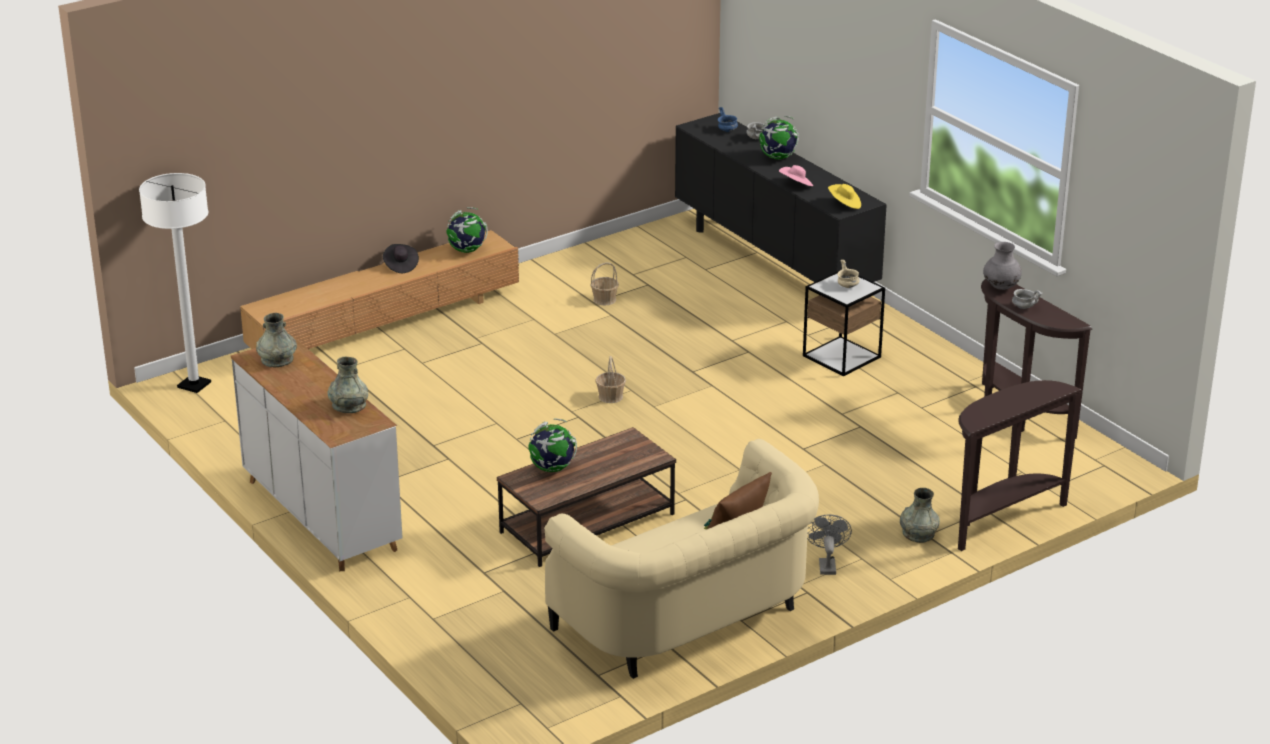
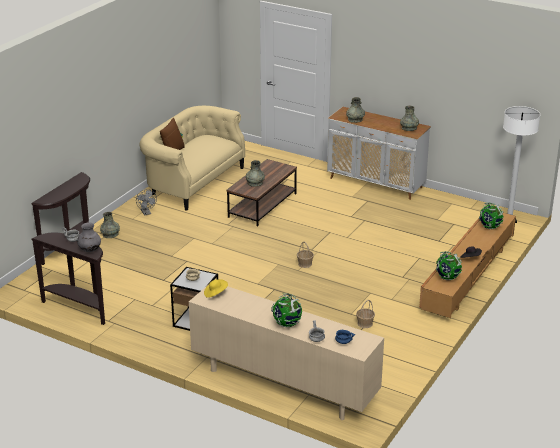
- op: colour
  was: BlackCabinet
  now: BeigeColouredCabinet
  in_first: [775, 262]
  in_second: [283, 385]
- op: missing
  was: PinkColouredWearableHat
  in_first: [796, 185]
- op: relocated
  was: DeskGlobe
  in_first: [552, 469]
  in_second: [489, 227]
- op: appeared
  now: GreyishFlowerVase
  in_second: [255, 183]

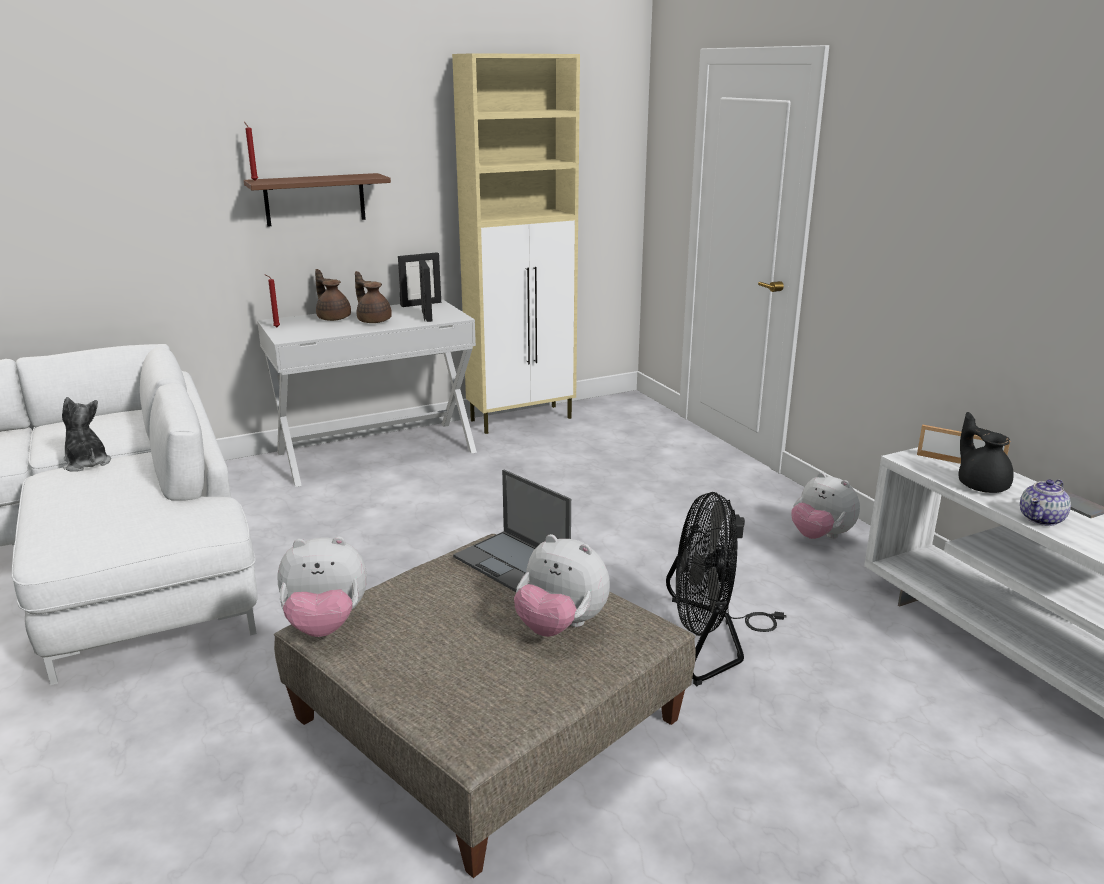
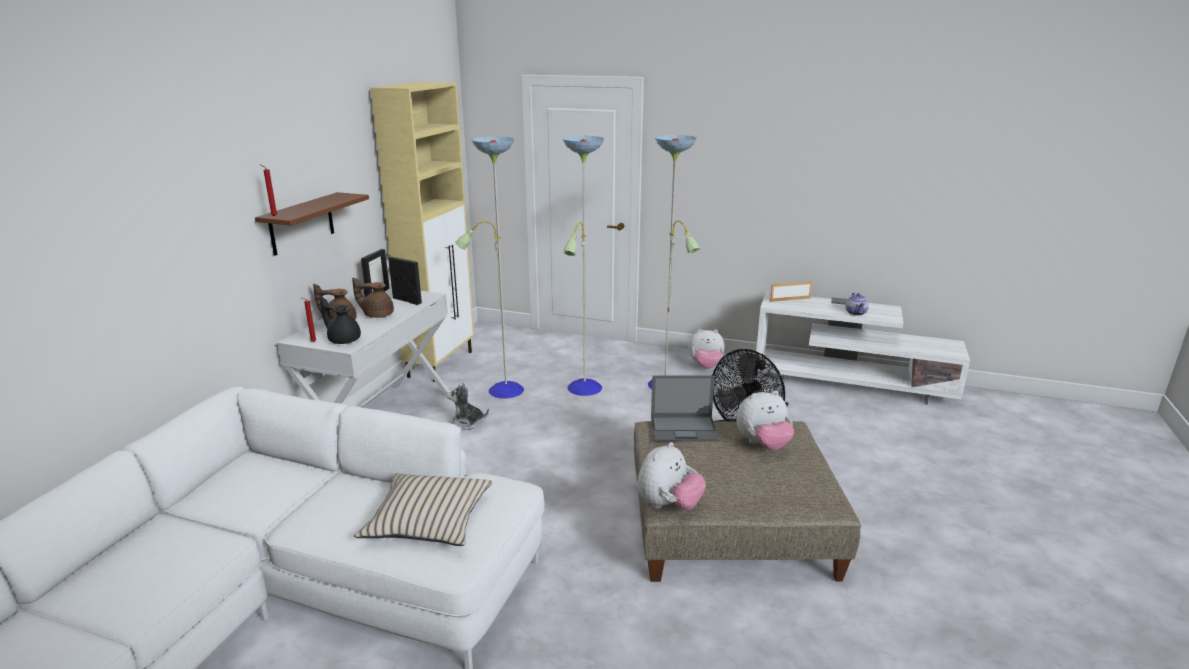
- op: relocated
  was: SoftToy
  in_first: [87, 463]
  in_second: [467, 423]
- op: relocated
  was: BlackTeapot
  in_first: [981, 485]
  in_second: [343, 340]
- op: appeared
  now: StandardLamp
  in_second: [584, 389]
- op: appeared
  now: BeigeColouredPillow
  in_second: [428, 520]

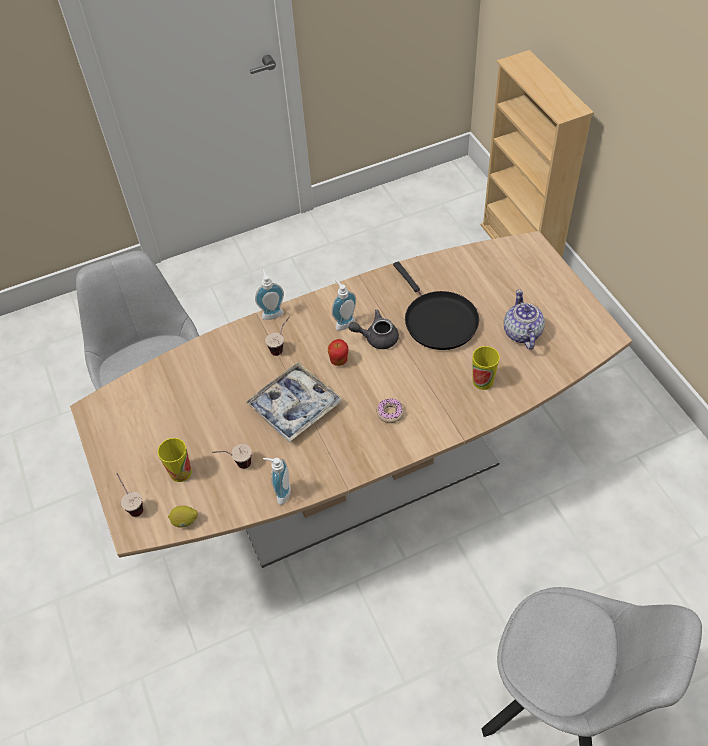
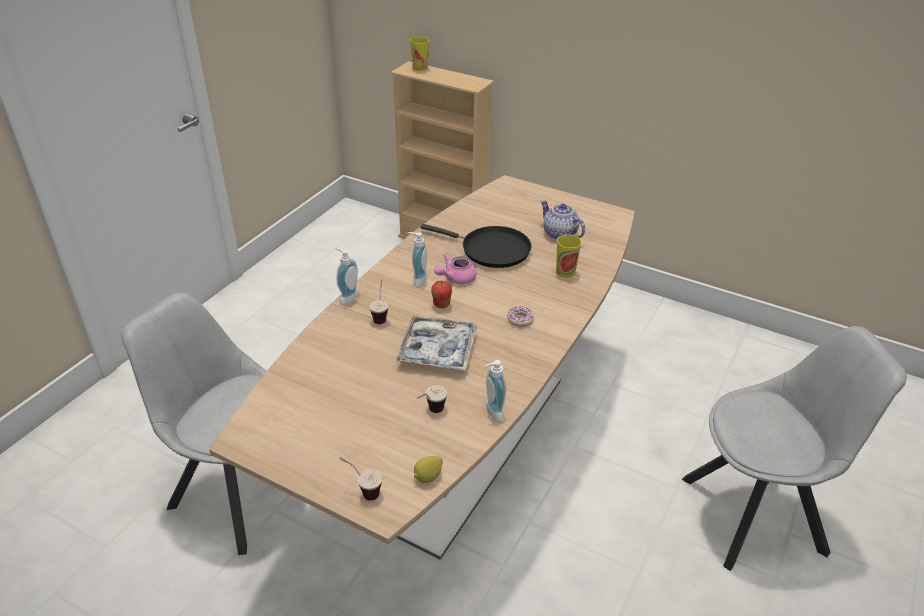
- op: colour
  was: GreyishTeapot
  now: PinkColouredTeapot
  in_first: [376, 338]
  in_second: [455, 278]
- op: relocated
  was: DrinkingCup
  in_first: [180, 472]
  in_second: [420, 68]

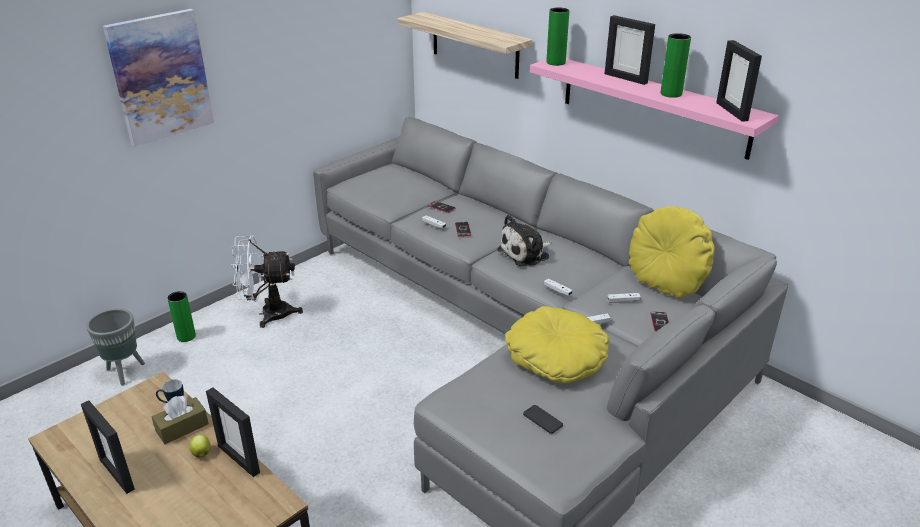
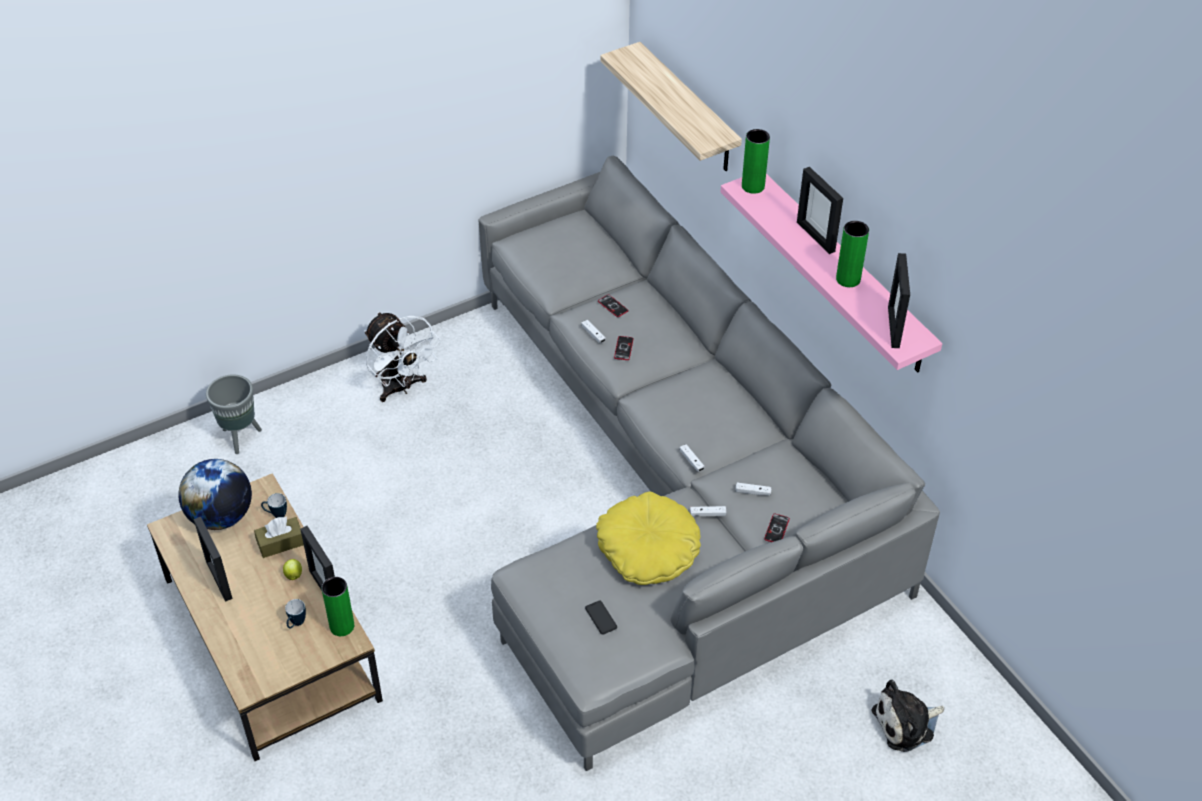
- op: missing
  was: Picture
  in_first: [160, 77]
- op: missing
  was: YellowishPillow
  in_first: [665, 285]
- op: relocated
  was: SoftToy
  in_first: [526, 253]
  in_second: [906, 723]
- op: spun
  was: WhitishFan
  in_first: [268, 314]
  in_second: [401, 388]
  clockwise: -135
- op: relocated
  was: GreenColouredFlowerVase
  in_first: [186, 336]
  in_second: [342, 626]
- op: appeared
  now: DeskGlobe
  in_second: [221, 516]
- op: appeared
  now: TeaMug
  in_second: [296, 624]

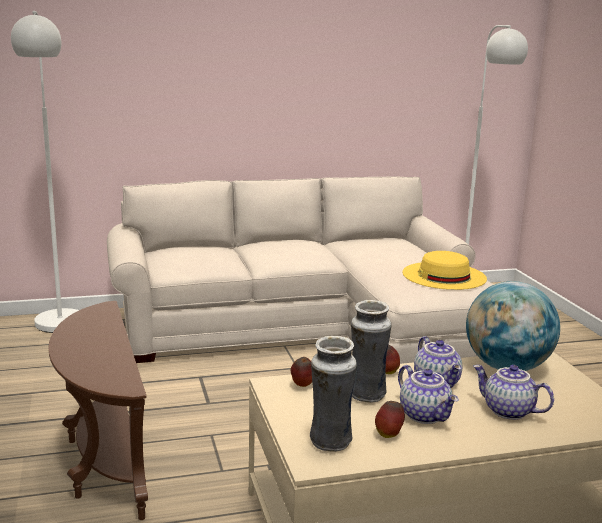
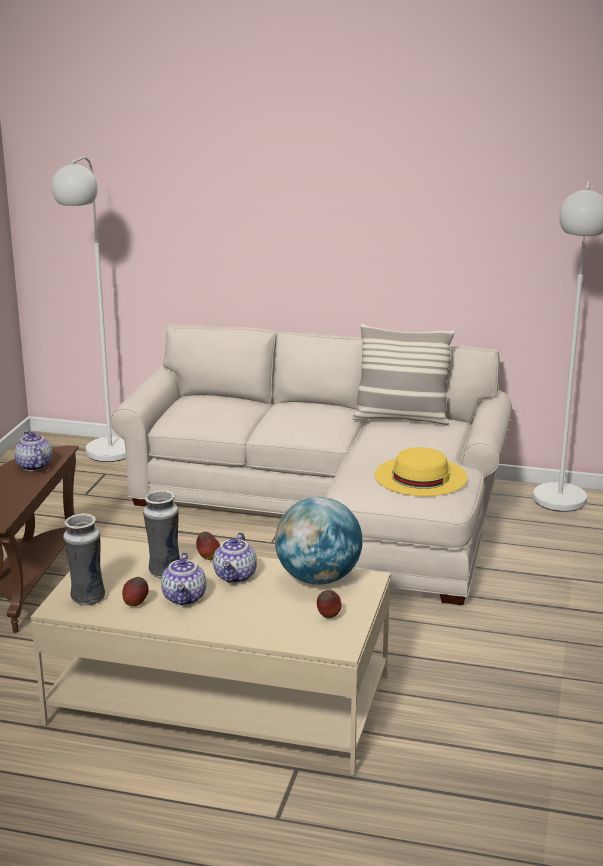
- op: relocated
  was: AppleFruit
  in_first: [302, 386]
  in_second: [328, 617]
- op: relocated
  was: Teapot
  in_first: [507, 411]
  in_second: [33, 466]
- op: appeared
  now: Pillow
  in_second: [401, 418]

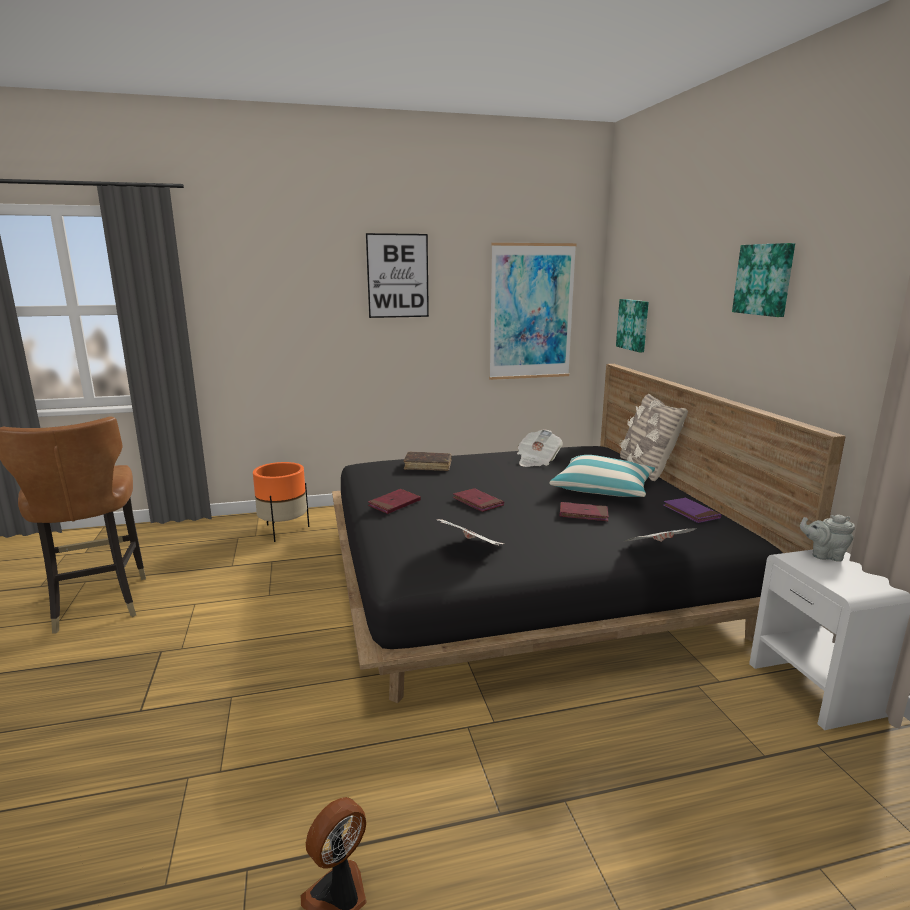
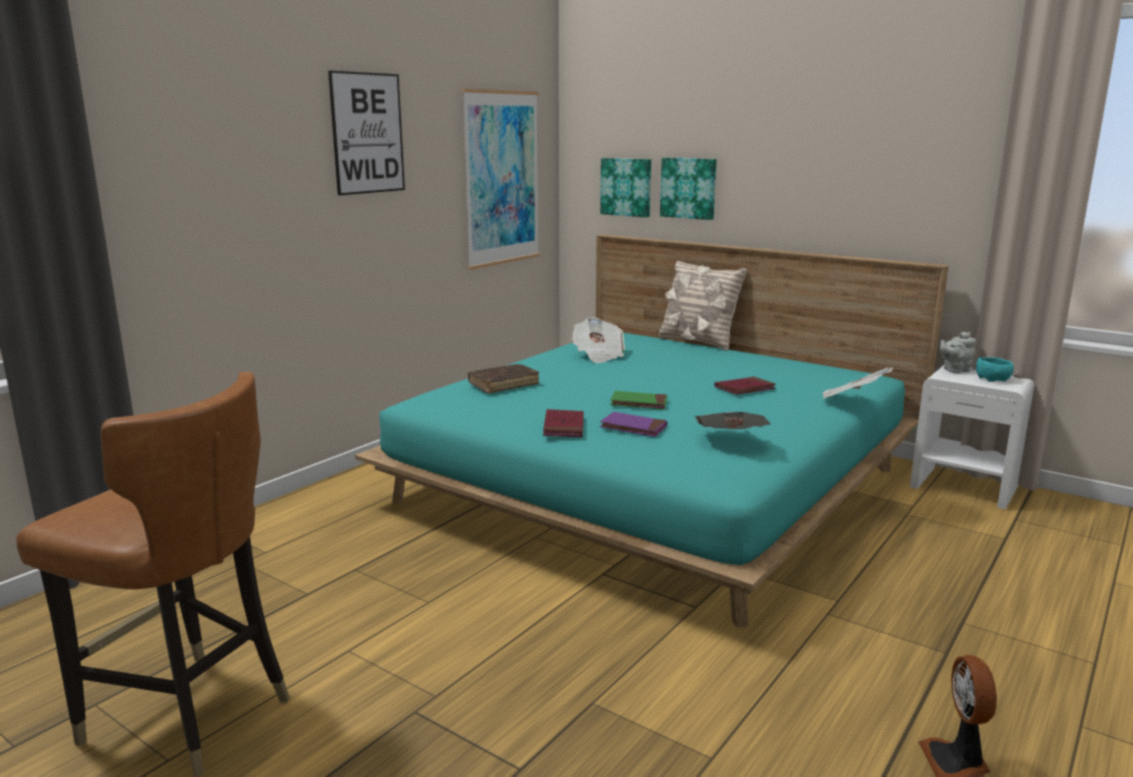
- op: relocated
  was: Picture
  in_first: [764, 279]
  in_second: [689, 188]
- op: colour
  was: BlackBed
  now: BlueGreenBed
  in_first: [523, 575]
  in_second: [653, 484]
- op: missing
  was: Pillow
  in_first: [603, 489]
- op: missing
  was: OrangePlantPot
  in_first: [284, 531]
- op: colour
  was: RedColouredBoundBook
  now: GreenColouredBoundBook
  in_first: [478, 502]
  in_second: [639, 403]
- op: relocated
  was: PurpleBoundBook
  in_first: [691, 512]
  in_second: [633, 427]
- op: appeared
  now: BlueGreenBowl
  in_second: [993, 378]

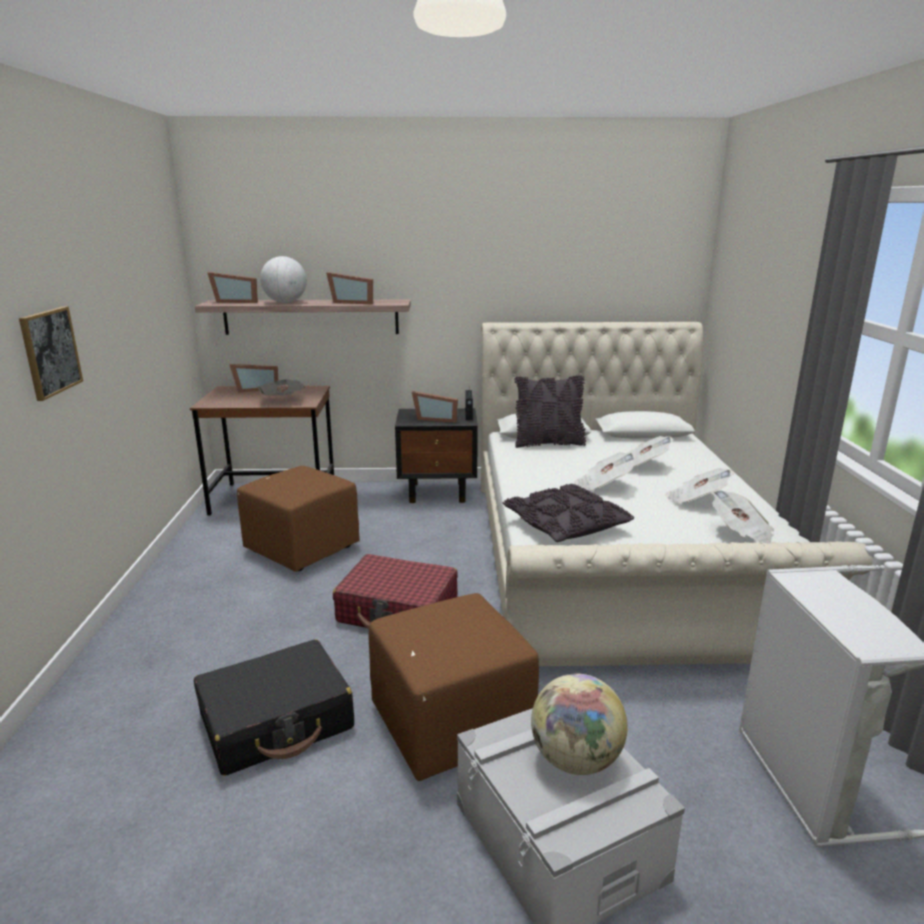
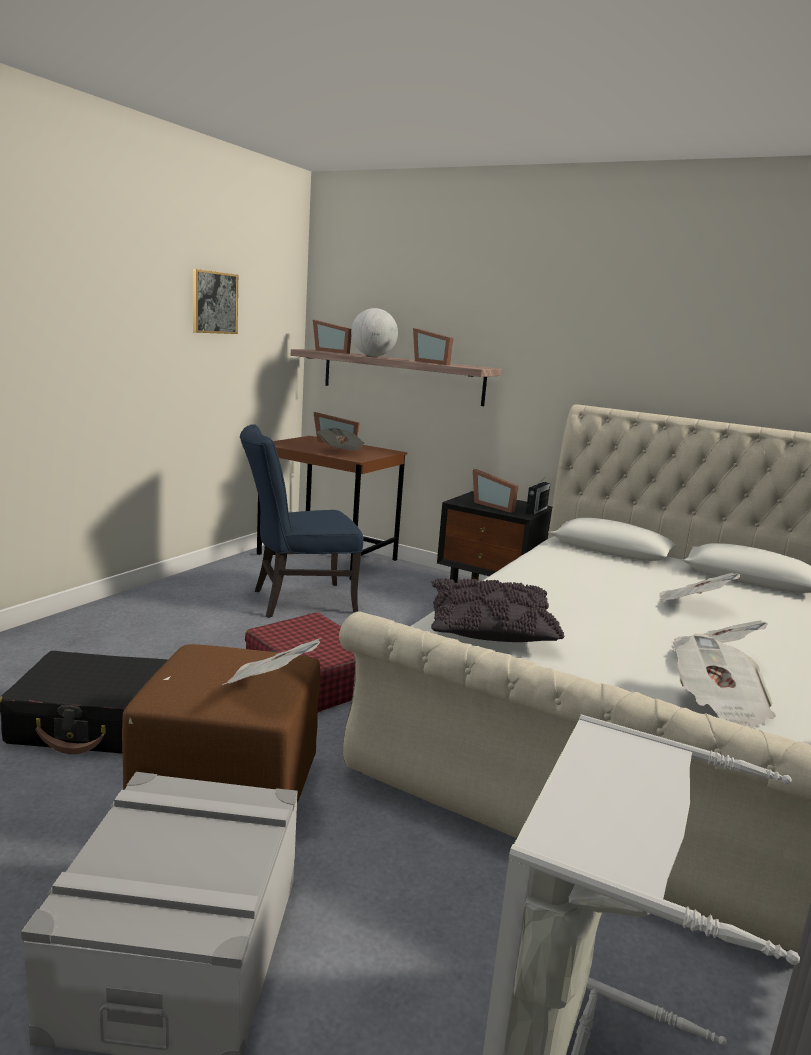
- op: relocated
  was: Picture
  in_first: [50, 352]
  in_second: [214, 302]
- op: missing
  was: BlackPillow
  in_first: [548, 443]
- op: relocated
  was: Newspaper
  in_first: [603, 485]
  in_second: [271, 685]
- op: exchanged
  was: BrownishPouffe
  now: BlueColouredUprightChair
  in_first: [301, 548]
  in_second: [297, 601]
- op: missing
  was: DeskGlobe
  in_first: [575, 760]

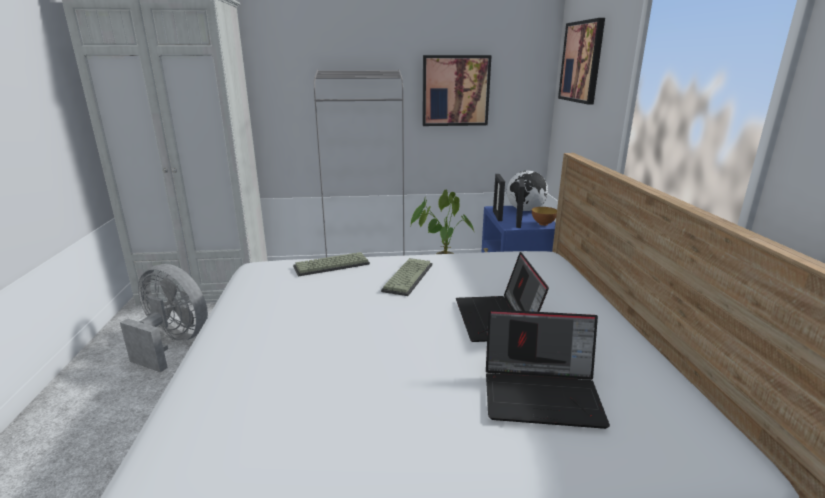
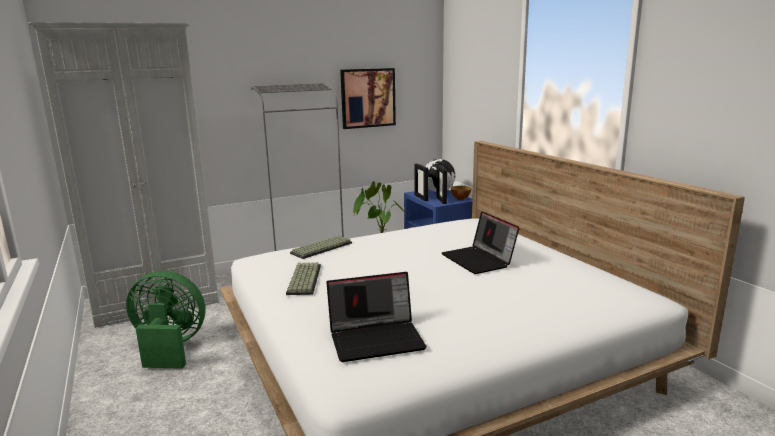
- op: missing
  was: Picture
  in_first: [581, 62]
- op: relocated
  was: Keyboard
  in_first: [407, 277]
  in_second: [303, 279]
- op: colour
  was: GreyishFan
  now: GreenColouredFan
  in_first: [173, 343]
  in_second: [169, 348]
- op: relocated
  was: NotebookComputer
  in_first: [543, 394]
  in_second: [377, 338]

